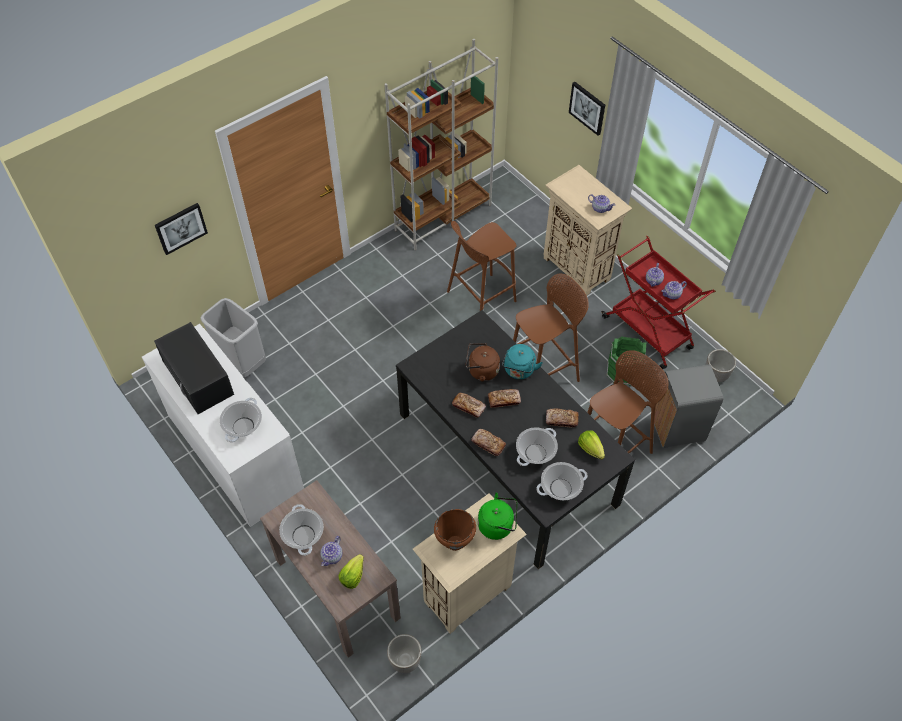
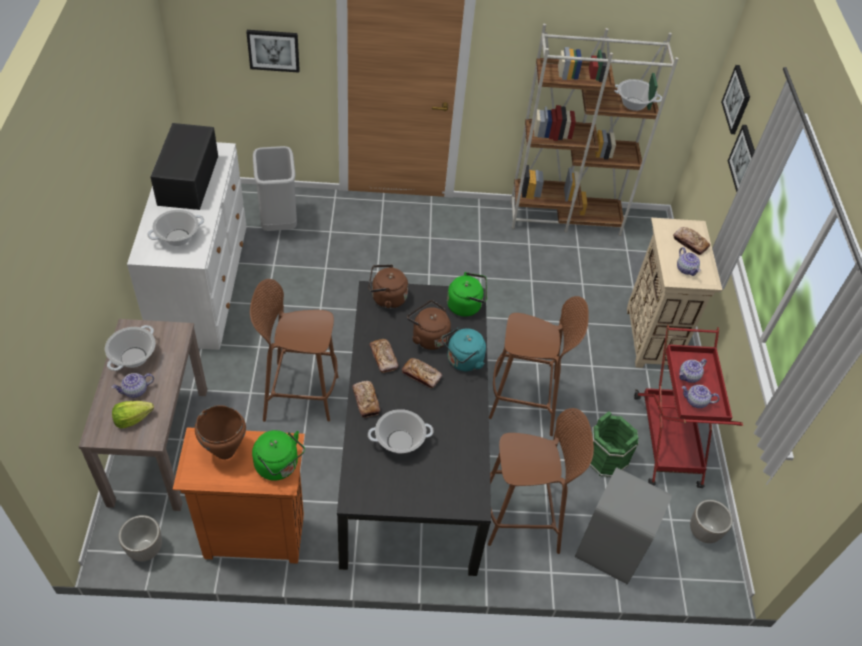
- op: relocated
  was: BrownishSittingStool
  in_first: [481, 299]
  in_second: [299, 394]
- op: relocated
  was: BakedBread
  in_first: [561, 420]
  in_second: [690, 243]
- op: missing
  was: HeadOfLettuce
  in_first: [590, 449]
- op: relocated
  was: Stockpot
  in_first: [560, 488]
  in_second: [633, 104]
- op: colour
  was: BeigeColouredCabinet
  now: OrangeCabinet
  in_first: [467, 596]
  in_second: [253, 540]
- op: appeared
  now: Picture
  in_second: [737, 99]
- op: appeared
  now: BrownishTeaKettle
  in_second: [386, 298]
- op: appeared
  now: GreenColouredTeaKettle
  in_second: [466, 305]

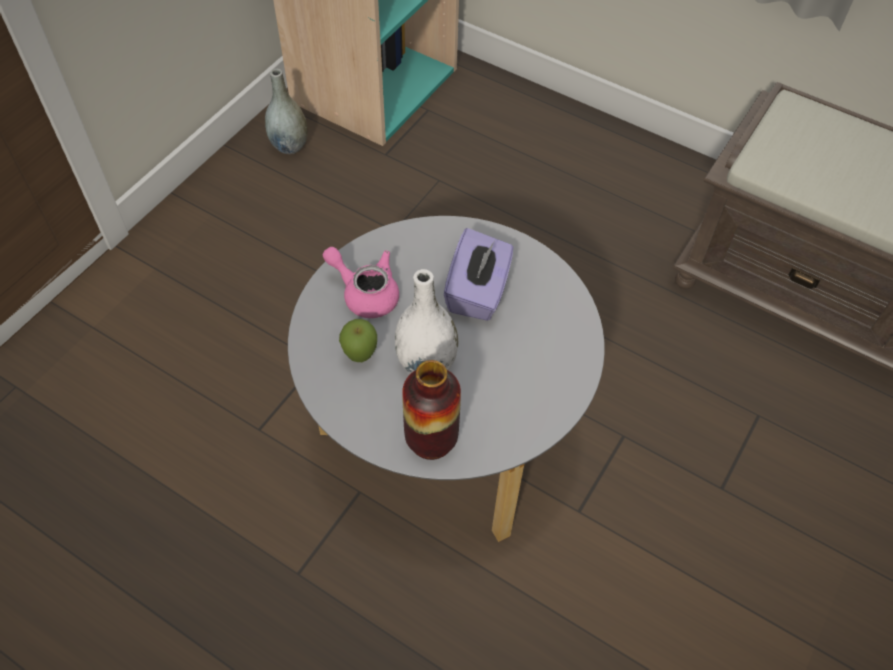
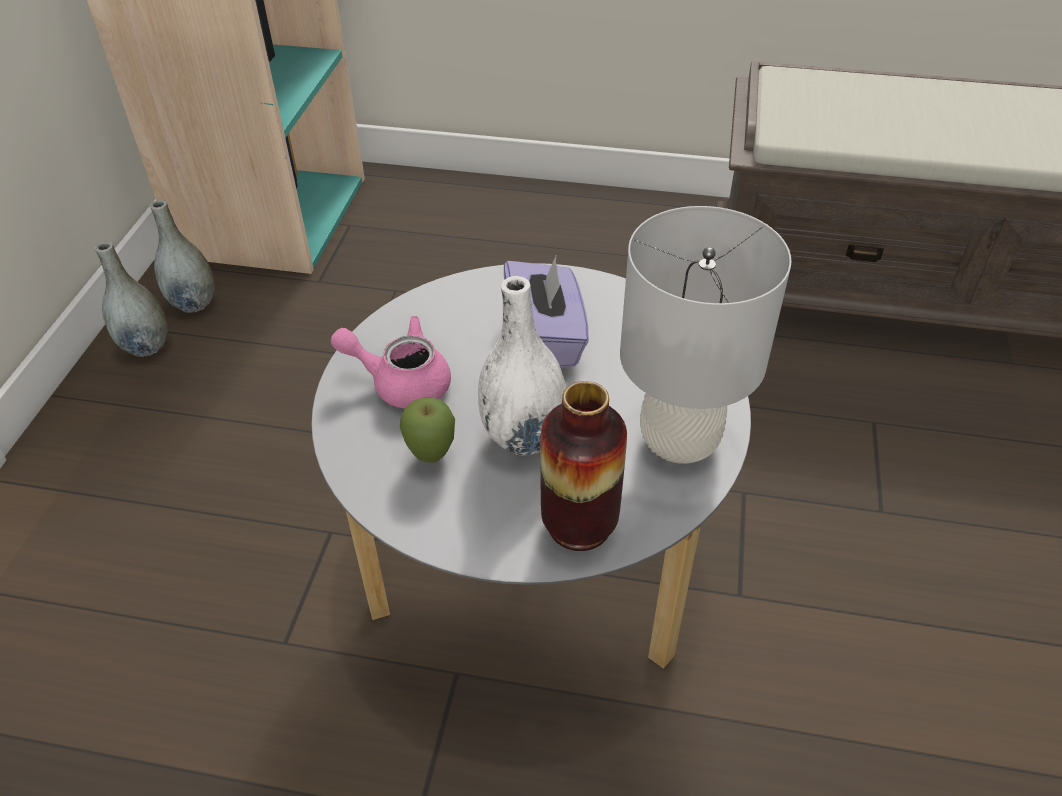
- op: appeared
  now: GreyishLampForATable
  in_second: [682, 442]
- op: appeared
  now: GreyishFlowerVase
  in_second: [146, 346]

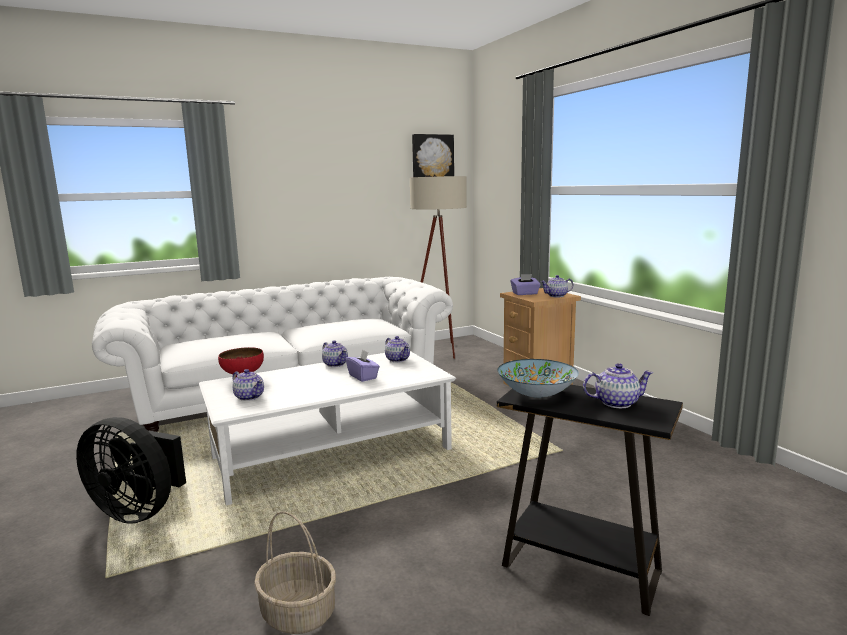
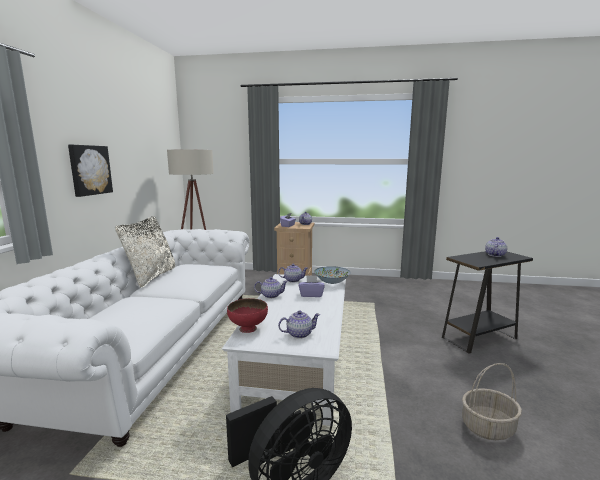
- op: relocated
  was: Picture
  in_first: [432, 157]
  in_second: [89, 170]
- op: relocated
  was: Bowl
  in_first: [536, 394]
  in_second: [332, 282]
- op: appeared
  now: BeigeColouredPillow
  in_second: [151, 277]

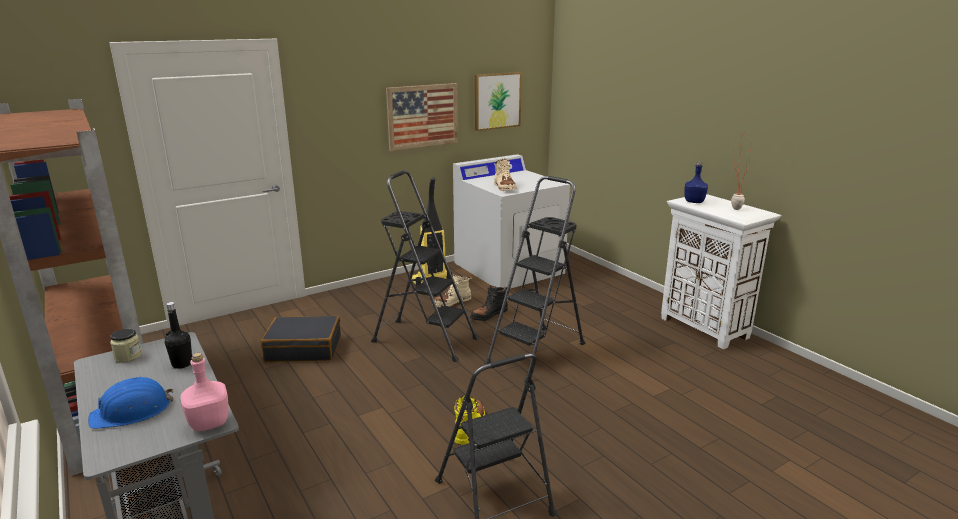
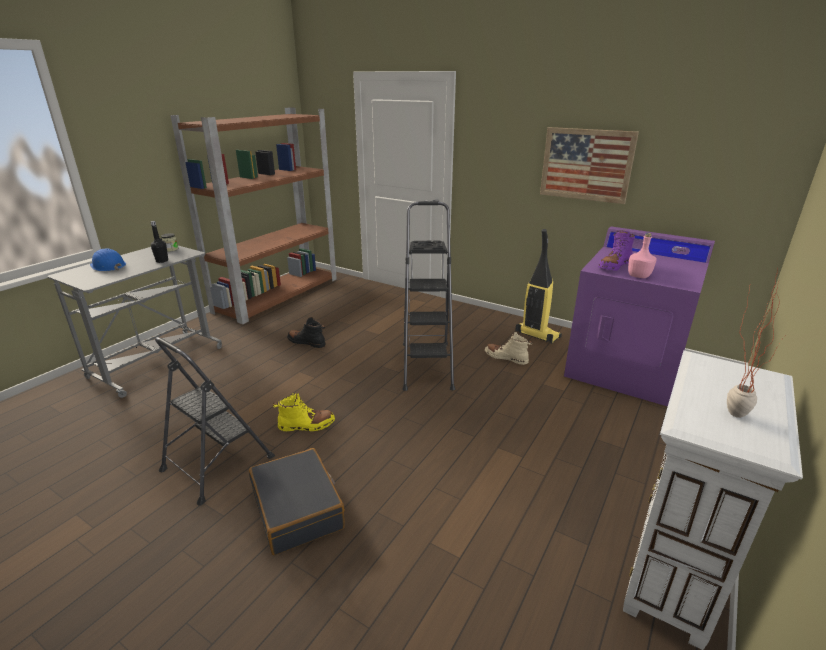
- op: missing
  was: Picture
  in_first: [497, 100]
- op: colour
  was: WhitishLaundryAppliance
  now: PurpleLaundryAppliance
  in_first: [509, 268]
  in_second: [625, 367]
- op: colour
  was: BeigeColouredTallBoot
  now: PurpleTallBoot
  in_first: [504, 187]
  in_second: [614, 266]
- op: missing
  was: BlueColouredBeverageBottle
  in_first: [694, 202]
- op: missing
  was: StepStool
  in_first: [537, 352]
- op: relocated
  was: BlackTallBoot
  in_first: [489, 315]
  in_second: [306, 342]
- op: relocated
  was: BlackSuitcase
  in_first: [304, 348]
  in_second: [298, 509]
- op: relocated
  was: PinkColouredBeverageBottle
  in_first: [209, 423]
  in_second: [639, 276]

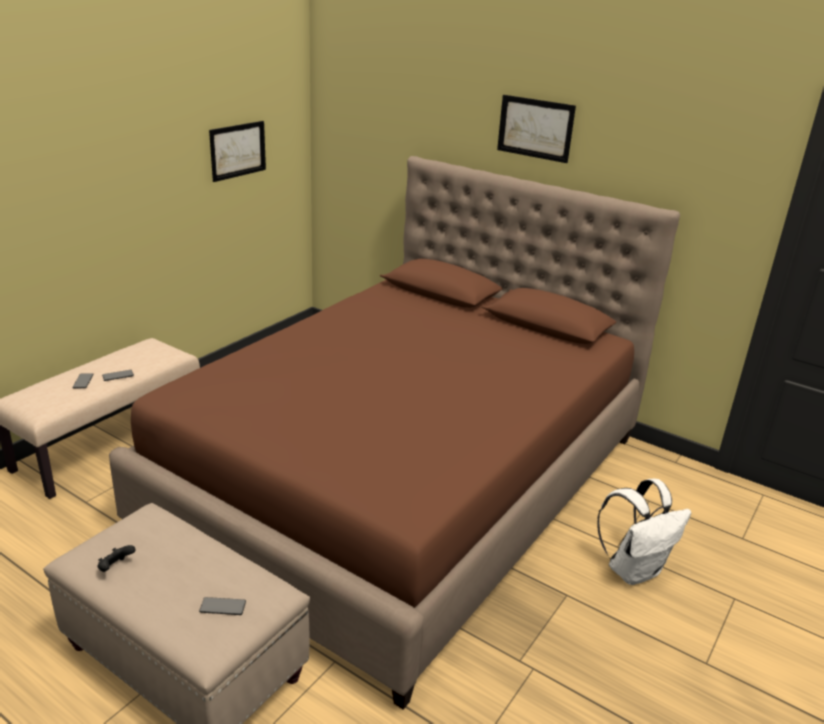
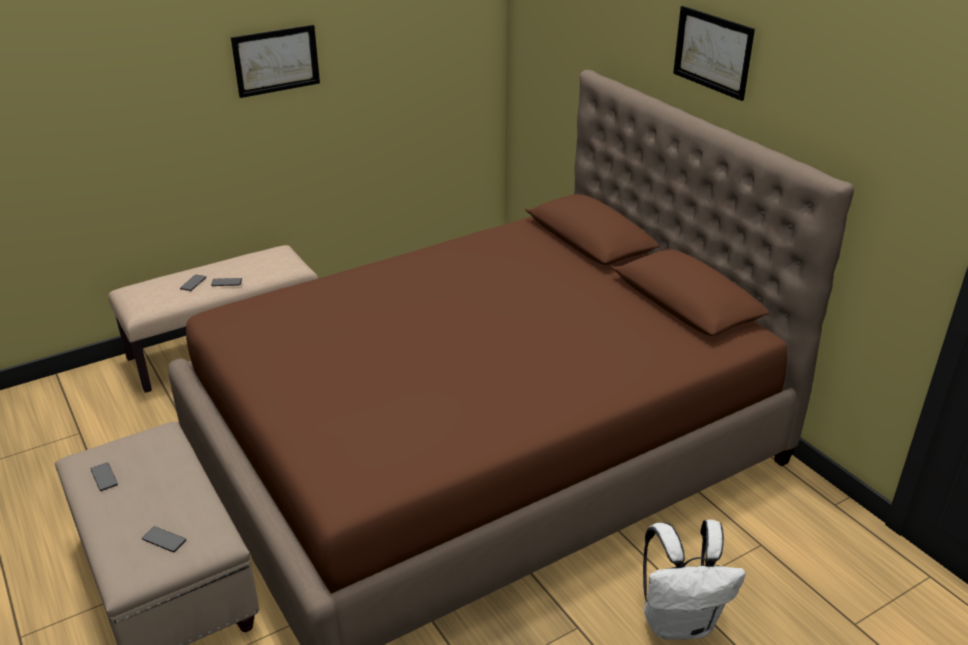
- op: relocated
  was: Picture
  in_first: [238, 150]
  in_second: [276, 60]
- op: exchanged
  was: BlackJoypad
  now: Handset
  in_first: [116, 567]
  in_second: [104, 477]

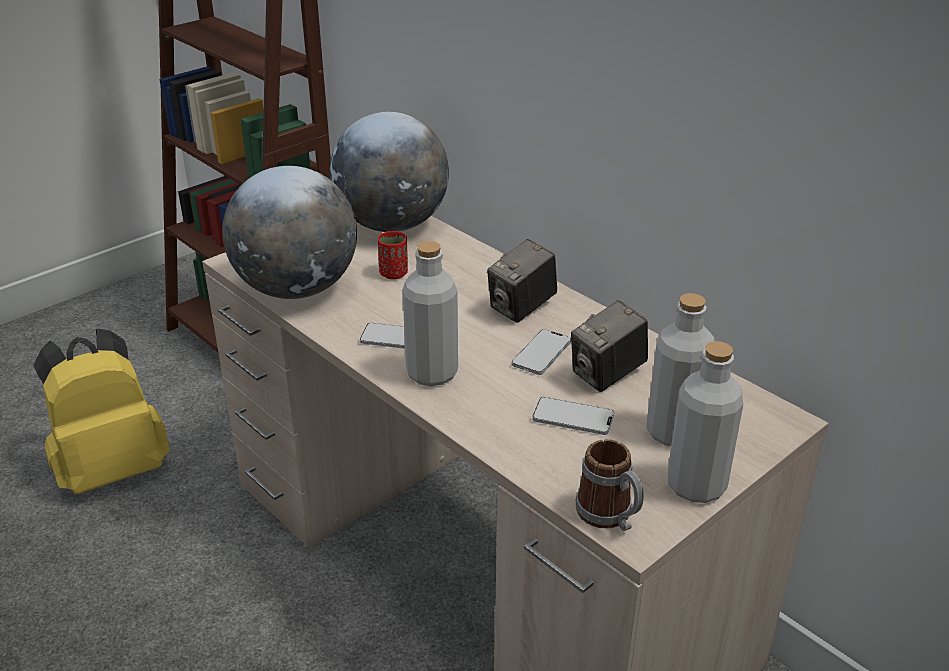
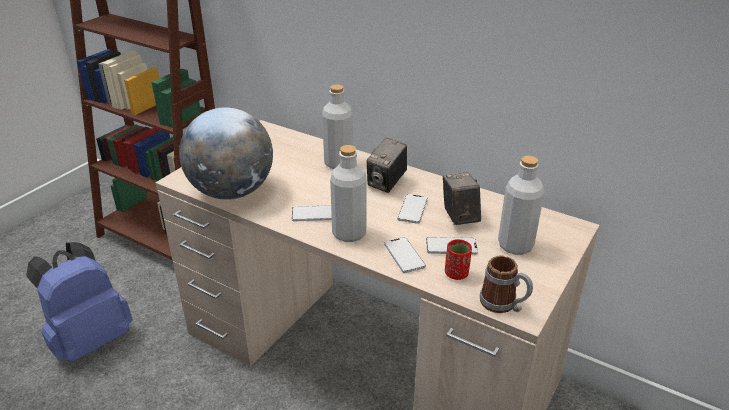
- op: missing
  was: DeskGlobe
  in_first: [392, 225]
- op: relocated
  was: RedColouredDrinkingCup
  in_first: [393, 274]
  in_second: [456, 274]
- op: spun
  was: PhotoCamera
  in_first: [607, 375]
  in_second: [459, 217]
  clockwise: 135
- op: colour
  was: YellowishKnapsack
  now: BlueColouredKnapsack
  in_first: [113, 469]
  in_second: [90, 340]
- op: relocated
  was: GreyishBeverageBottle
  in_first: [696, 485]
  in_second: [338, 163]
- op: appeared
  now: Handset
  in_second: [404, 256]

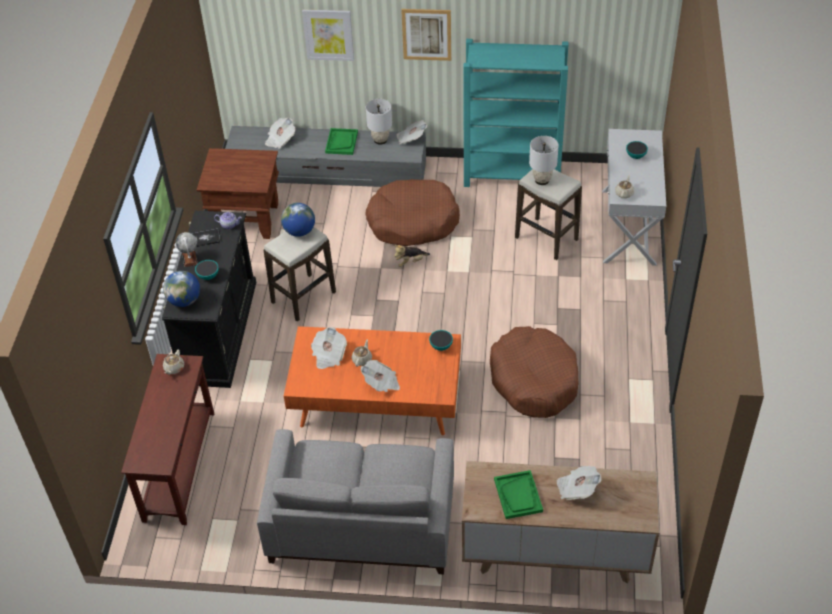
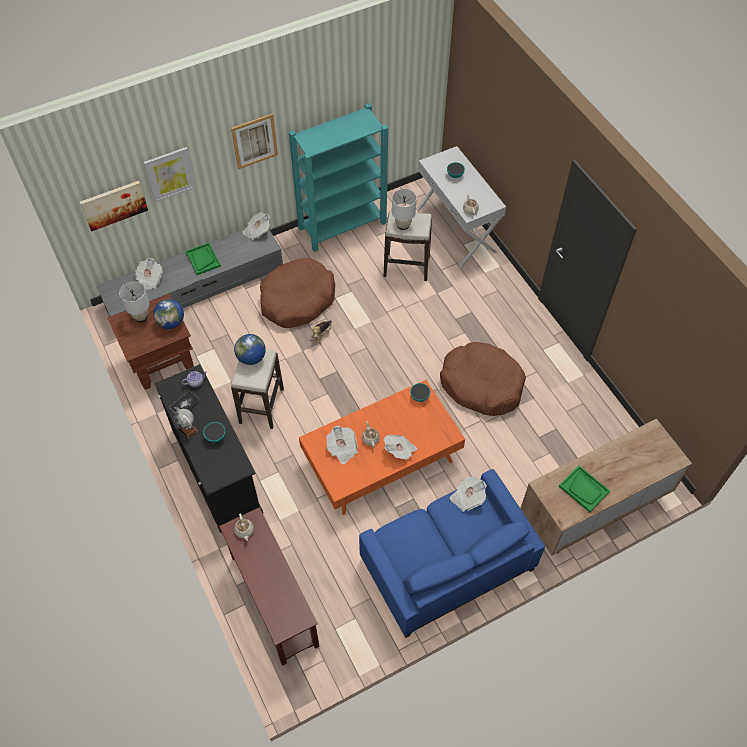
- op: relocated
  was: WhitishLampForATable
  in_first: [380, 140]
  in_second: [141, 316]
- op: relocated
  was: DeskGlobe
  in_first: [184, 301]
  in_second: [171, 322]
- op: colour
  was: GreyishSettee
  now: BlueColouredSettee
  in_first: [362, 520]
  in_second: [446, 563]
- op: relocated
  was: Newspaper
  in_first: [576, 489]
  in_second: [467, 497]
- op: appeared
  now: Picture
  in_second: [114, 204]

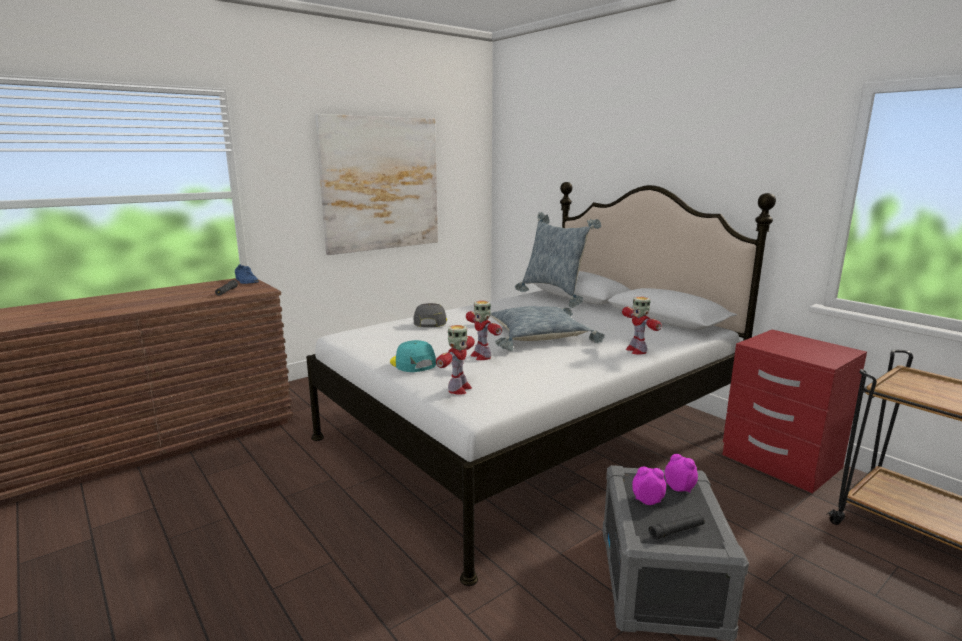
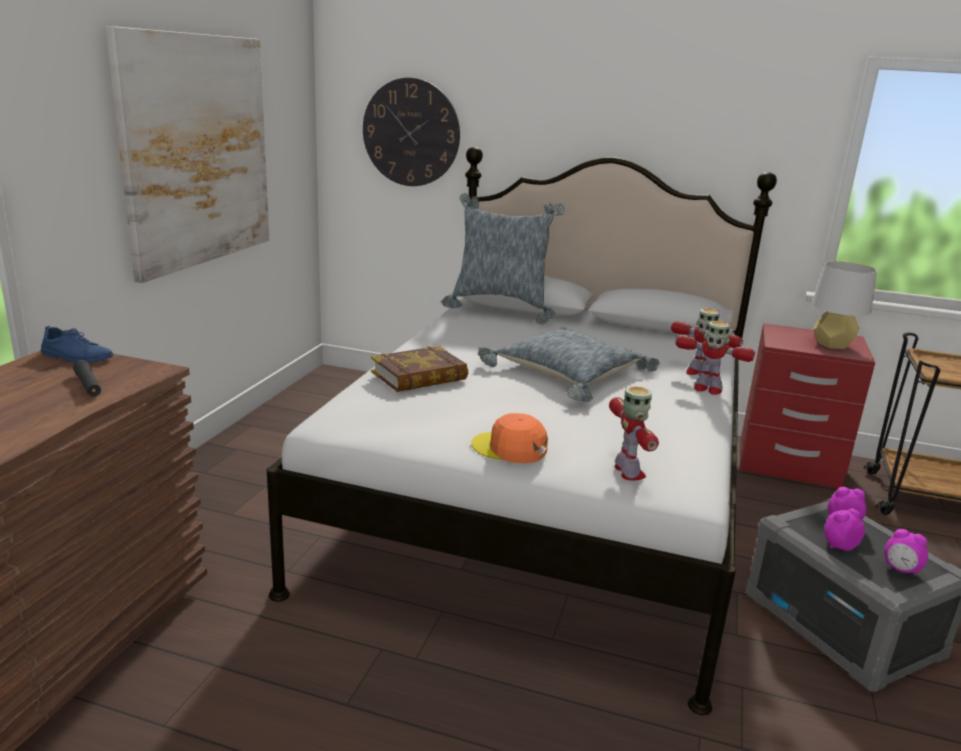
- op: relocated
  was: ToyRobot
  in_first: [481, 356]
  in_second: [707, 389]
- op: exchanged
  was: GreyishBaseballCap
  now: BoundBook
  in_first: [430, 321]
  in_second: [419, 376]
- op: colour
  was: BlueGreenBaseballCap
  now: OrangeBaseballCap
  in_first: [412, 363]
  in_second: [510, 448]
- op: exchanged
  was: BlackHandTorch
  now: AlarmClock
  in_first: [676, 531]
  in_second: [900, 569]
- op: appeared
  now: HangingClock
  in_second: [411, 133]
- op: appeared
  now: GreyishLampForATable
  in_second: [832, 345]

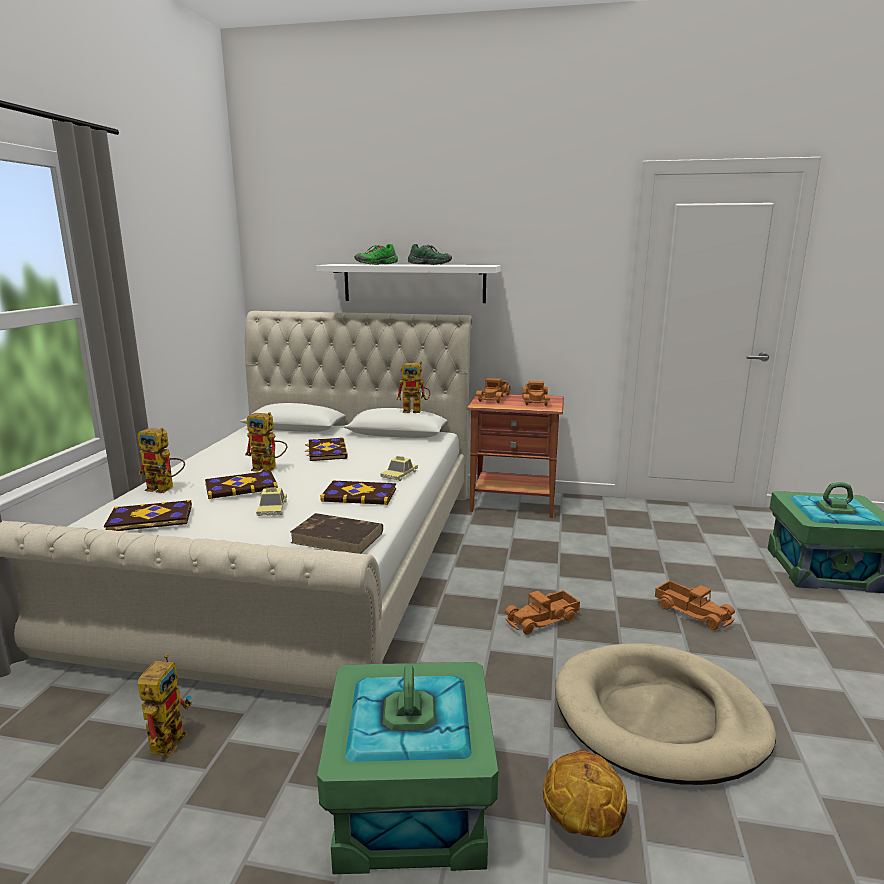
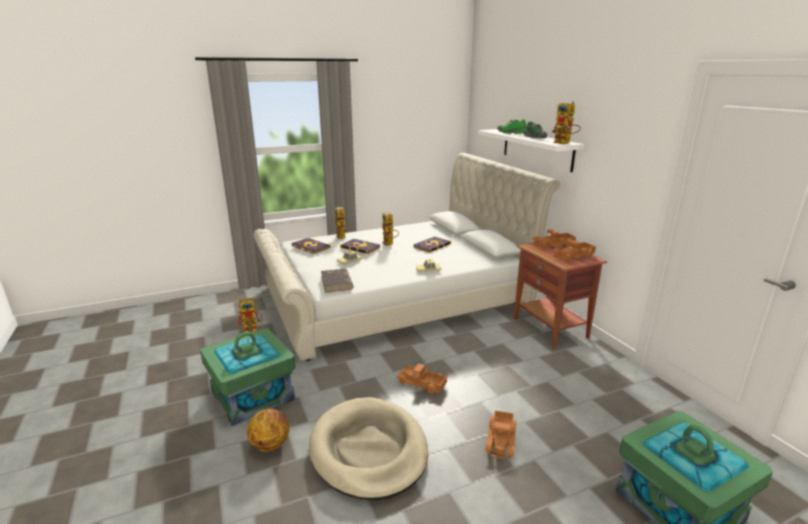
- op: relocated
  was: ToyRobot
  in_first: [416, 410]
  in_second: [565, 143]
- op: missing
  was: BoundBook
  in_first: [359, 495]

